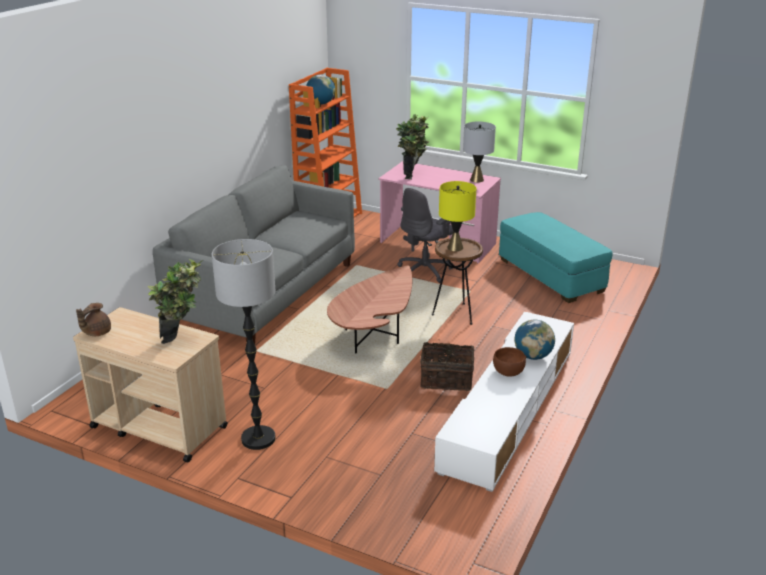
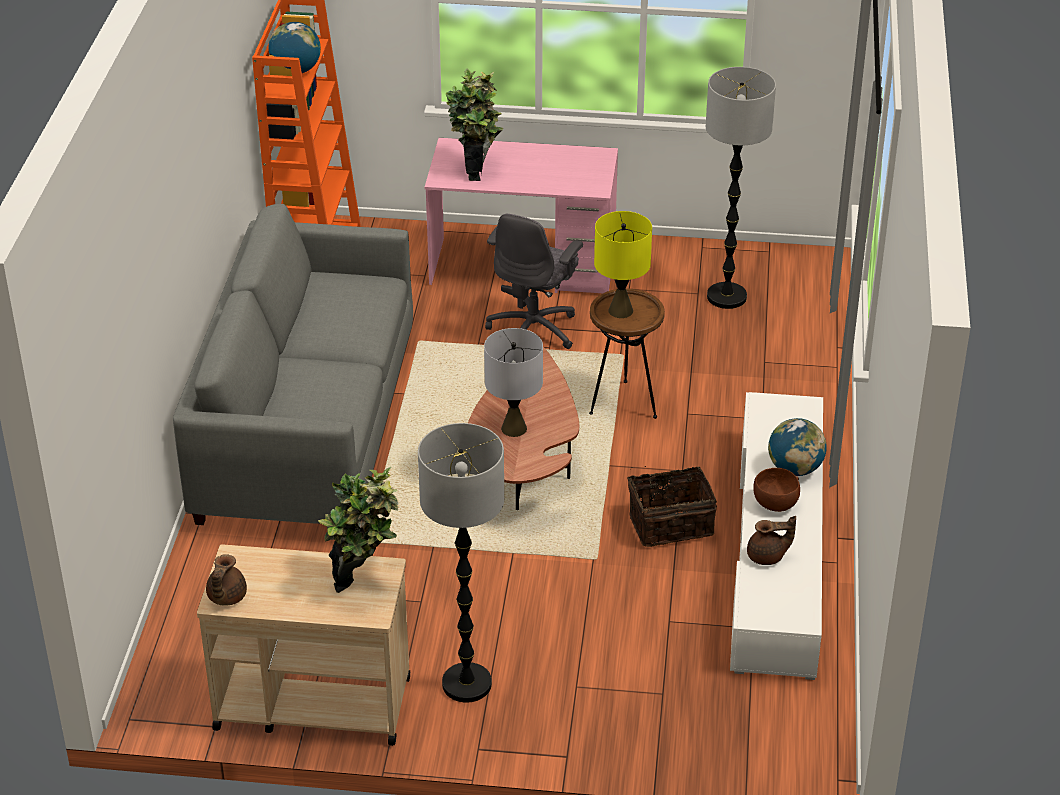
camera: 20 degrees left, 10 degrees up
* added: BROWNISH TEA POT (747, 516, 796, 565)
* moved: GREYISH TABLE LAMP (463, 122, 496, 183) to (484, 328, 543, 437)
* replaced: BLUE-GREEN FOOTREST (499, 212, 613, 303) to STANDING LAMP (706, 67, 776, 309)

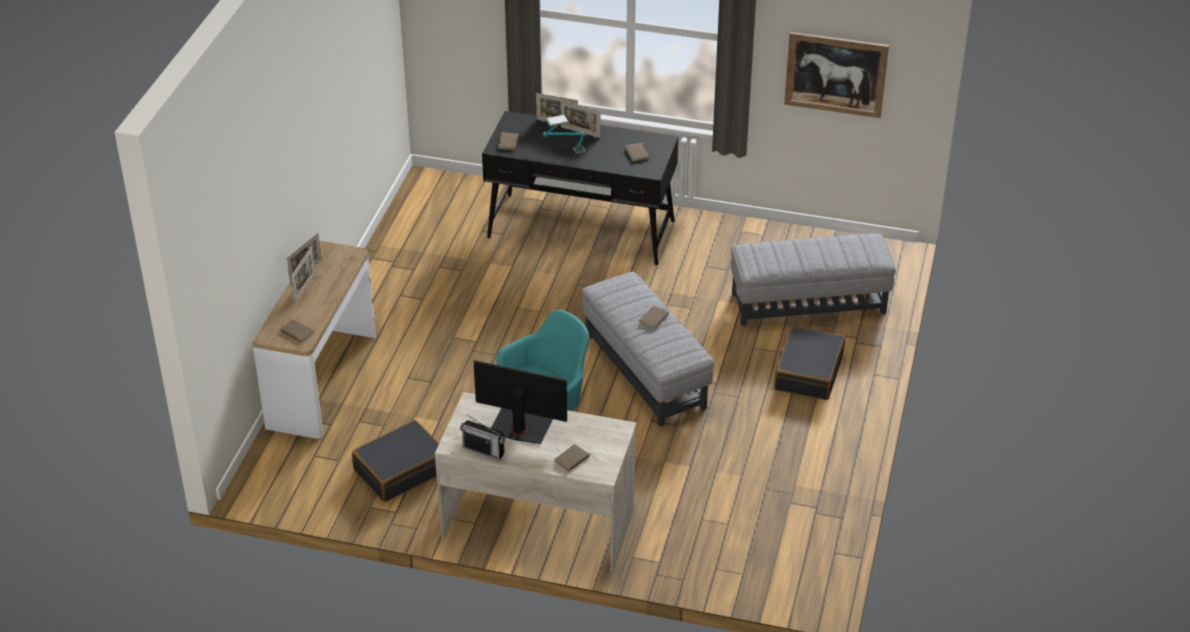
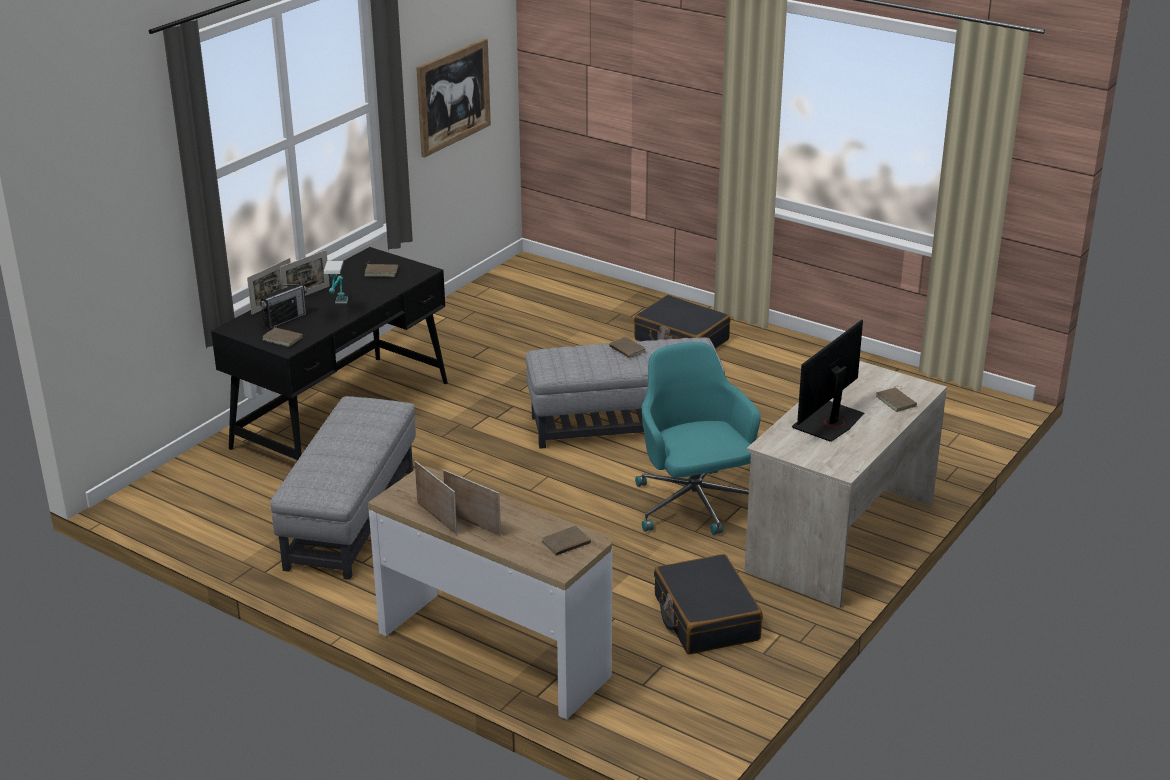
camera: 70 degrees left, 10 degrees down
* moved: RADIO SET (460, 415, 506, 460) to (260, 284, 307, 329)
* moved: GREYISH FOOTREST (731, 233, 896, 326) to (270, 396, 416, 580)

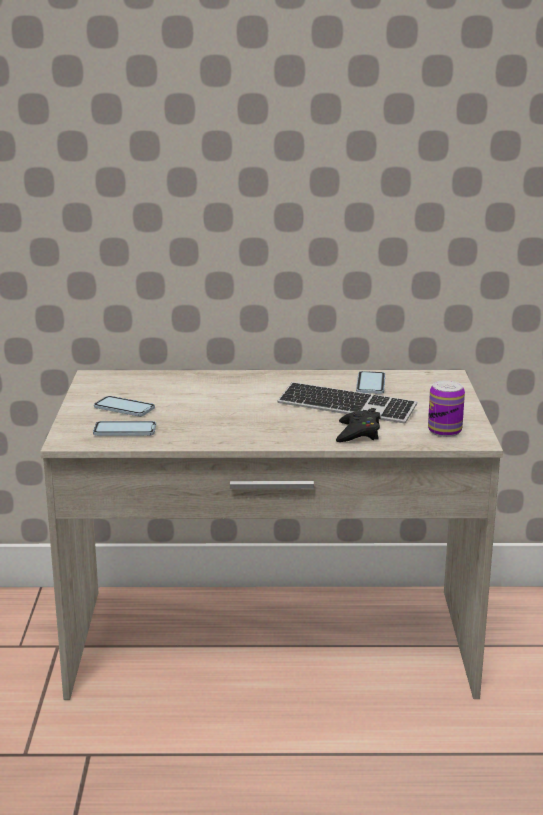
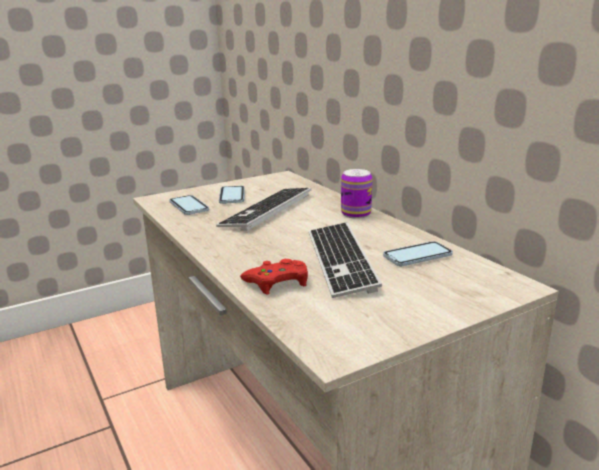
camera: 60 degrees right, 0 degrees up
* added: COMPUTER KEYBOARD (216, 188, 311, 231)
* moved: METAL CAN (428, 380, 465, 437) to (341, 169, 372, 219)
* recoloured: BLACK JOYPAD (336, 409, 381, 442) to RED-COLOURED JOYPAD (240, 259, 308, 295)

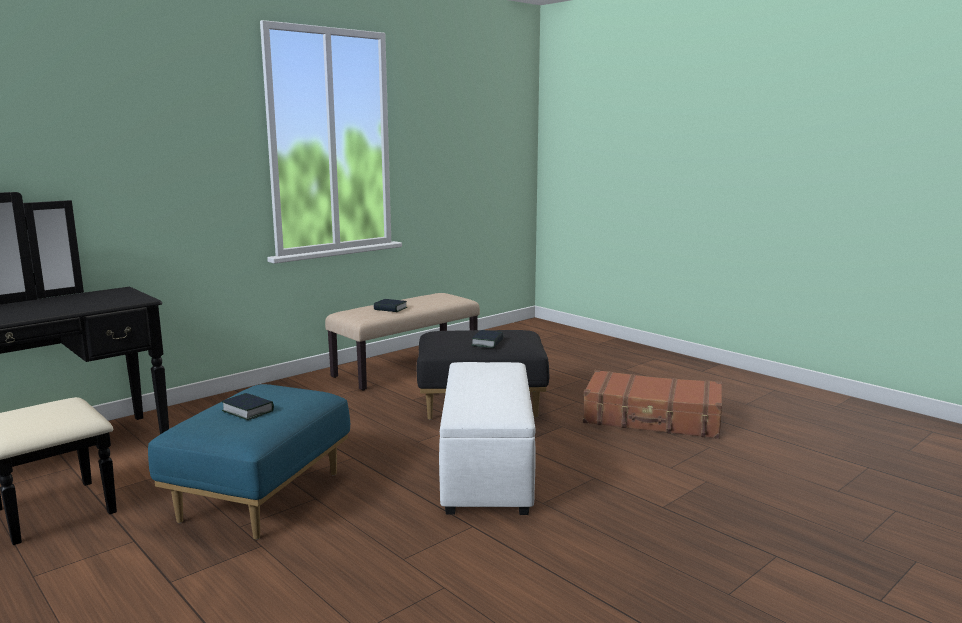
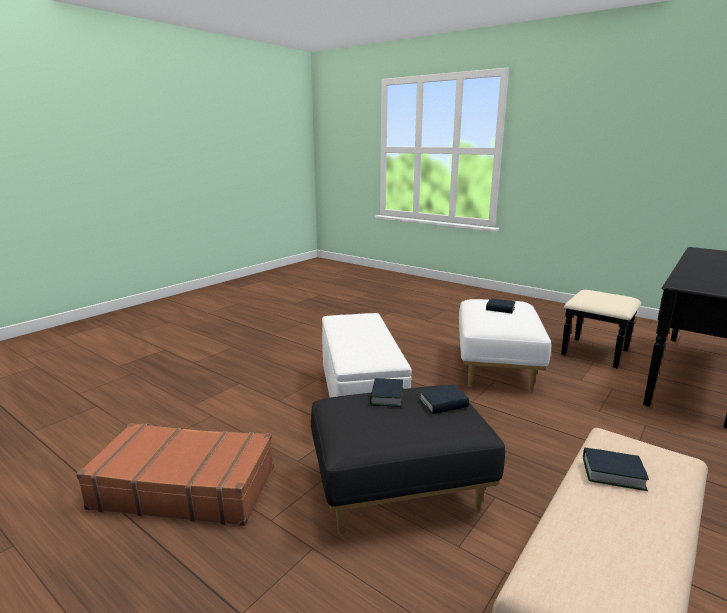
camera: 170 degrees right, 5 degrees up
* added: BOUND BOOK (419, 384, 469, 414)
* recoloured: BLUISH FOOTREST (148, 384, 350, 540) to WHITE-COLOURED FOOTREST (459, 299, 551, 392)

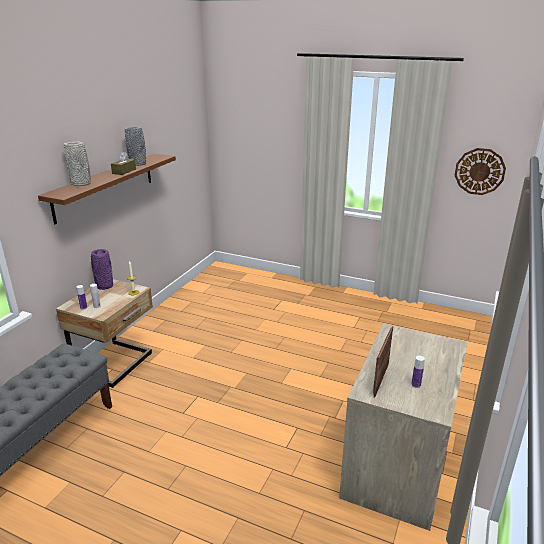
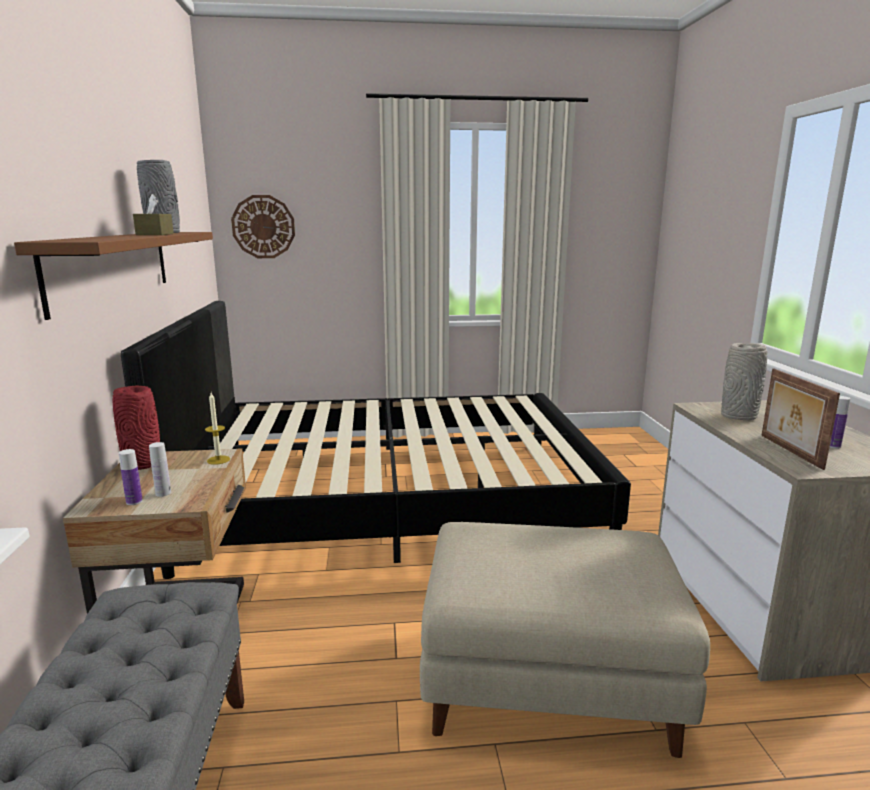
camera: 30 degrees left, 10 degrees down
* added: BLACK SLEEPING BED (121, 301, 631, 579)
* added: BEIGE-COLOURED FOOTREST (420, 522, 710, 758)
* moved: GREYISH FLOWER VASE (64, 142, 91, 186) to (721, 343, 767, 420)
* moved: HANGING CLOCK (454, 148, 506, 195) to (231, 195, 295, 258)
* recoloured: PURPLE FLOWER VASE (91, 249, 113, 290) to RED-COLOURED FLOWER VASE (113, 386, 160, 470)

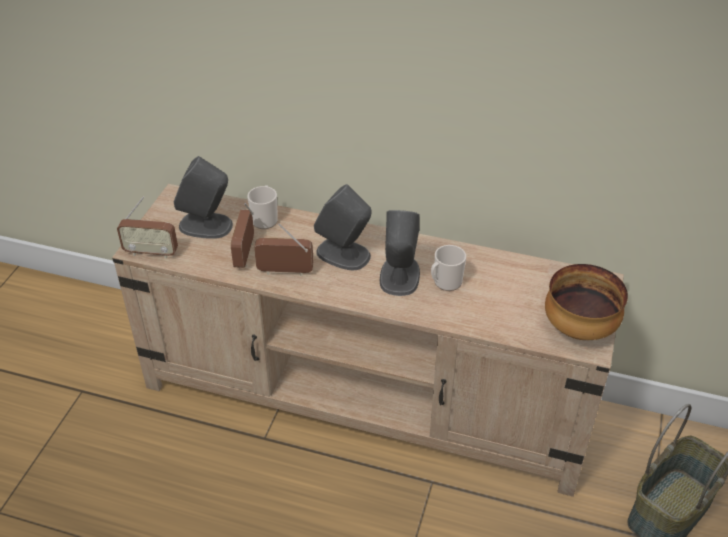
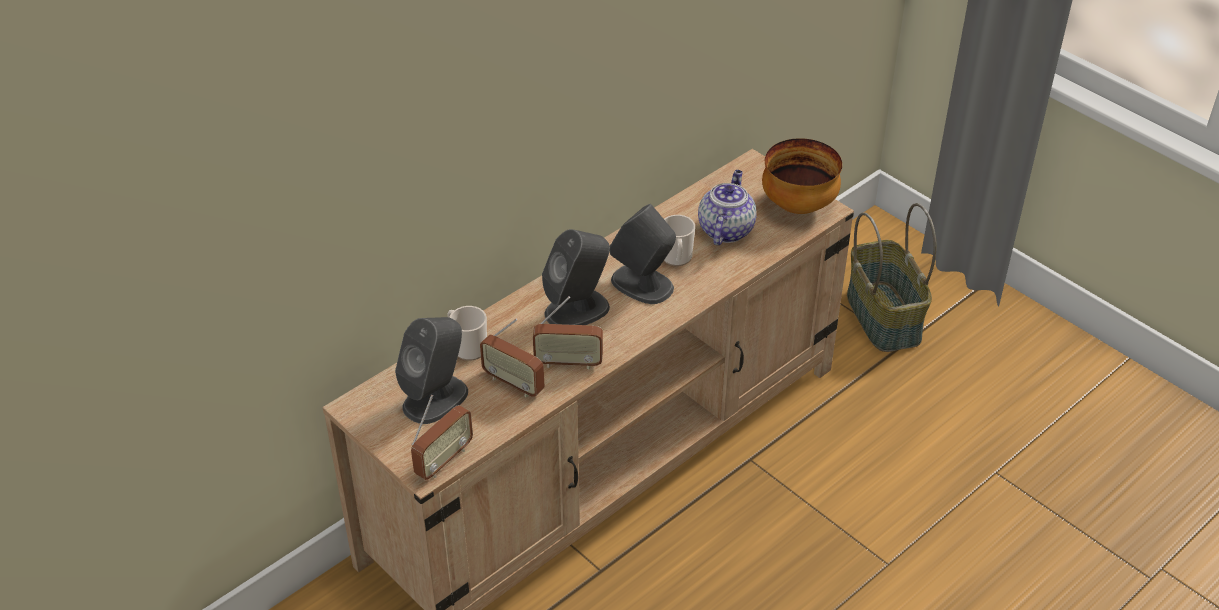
camera: 60 degrees left, 0 degrees up
* added: TEA POT (698, 170, 757, 245)
* turned: RADIO SET (254, 223, 313, 276) = (533, 296, 603, 370) 120 degrees counterclockwise

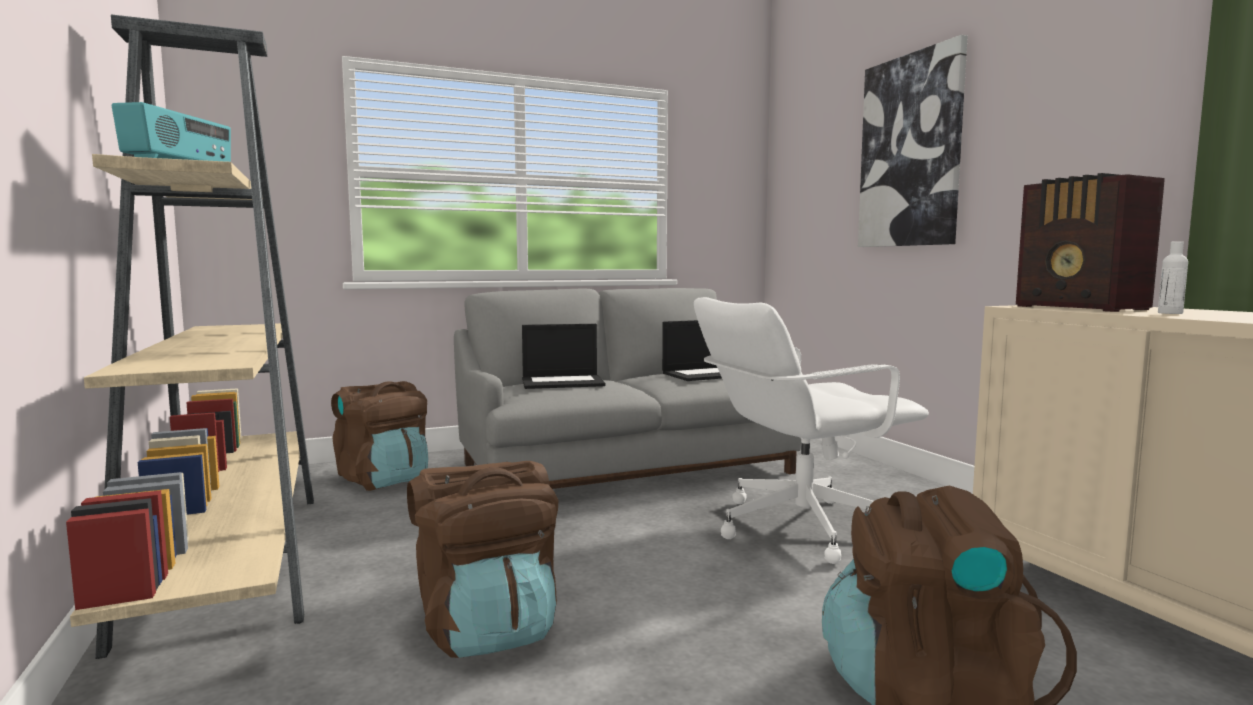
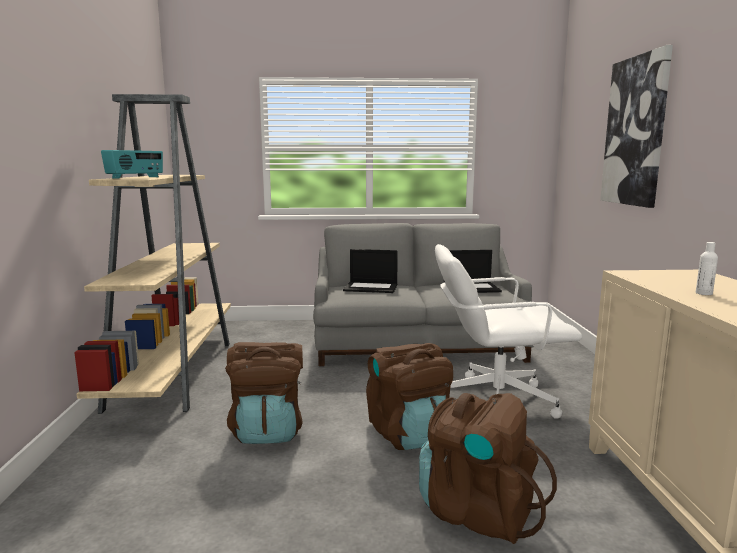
camera: 20 degrees right, 5 degrees up
* removed: RADIO SET (1016, 173, 1165, 312)
* moved: BROWNISH KNAPSACK (331, 381, 428, 491) to (366, 343, 453, 450)

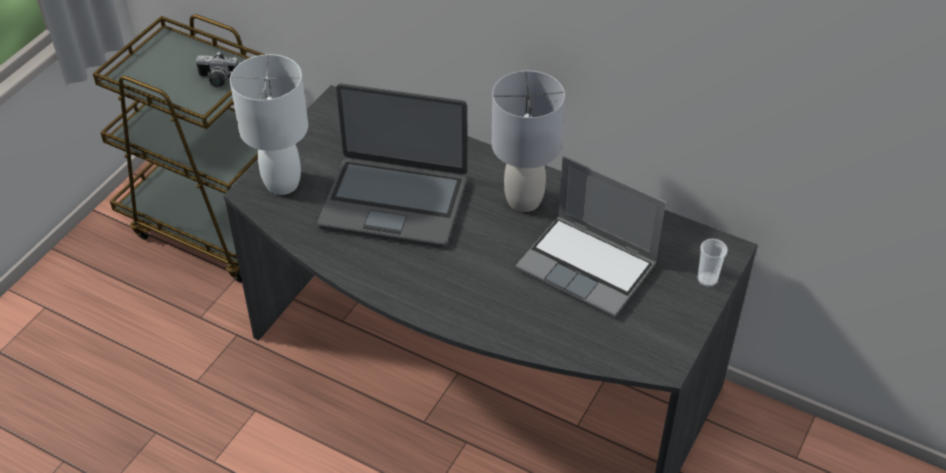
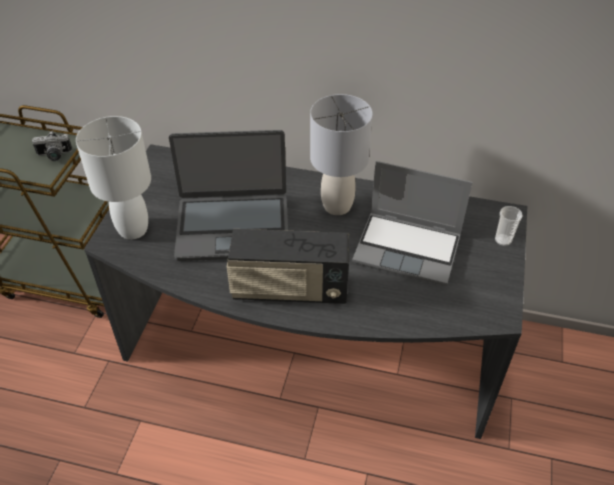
camera: 15 degrees left, 0 degrees up
* added: RADIO SET (227, 229, 349, 304)

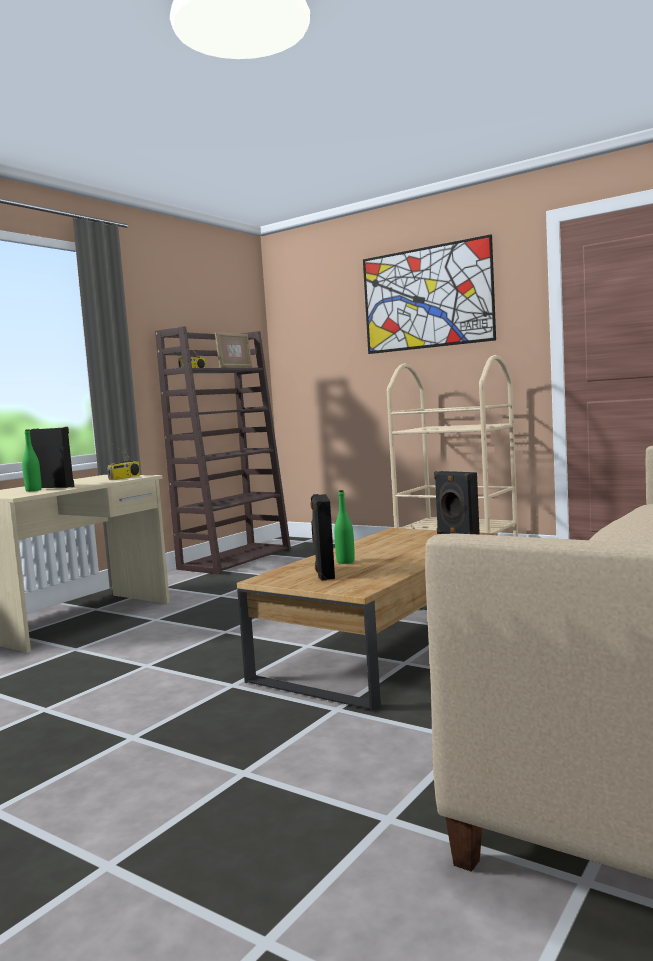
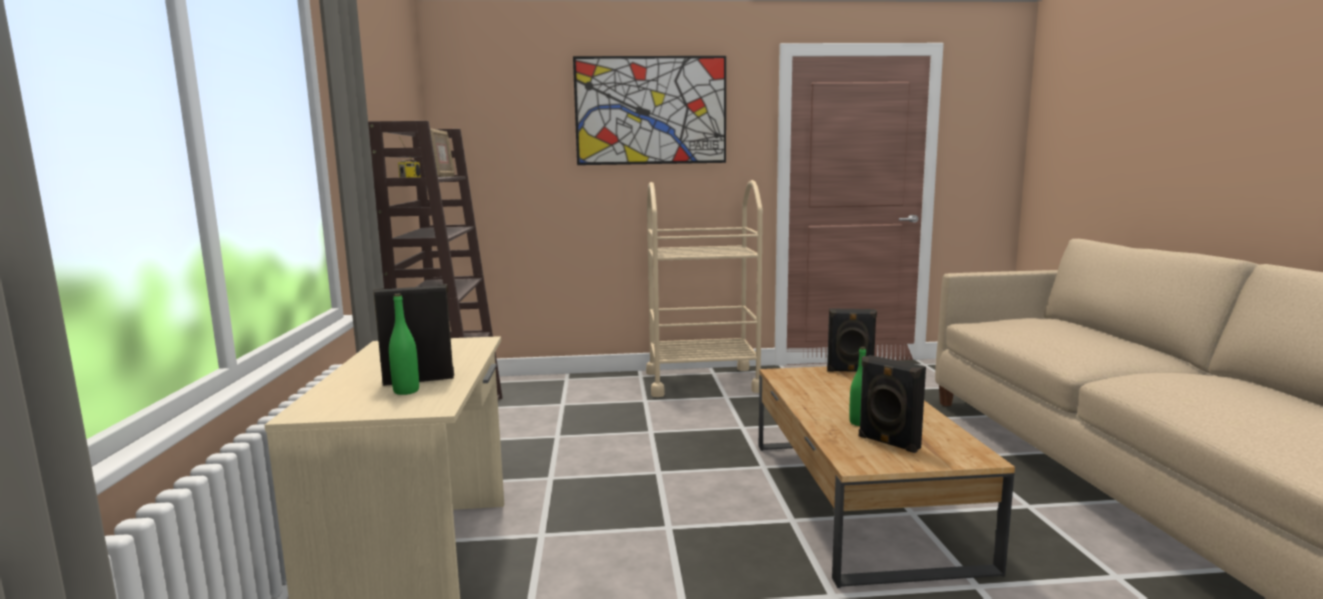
camera: 40 degrees left, 5 degrees up
* removed: RADIO SET (107, 442, 140, 480)

